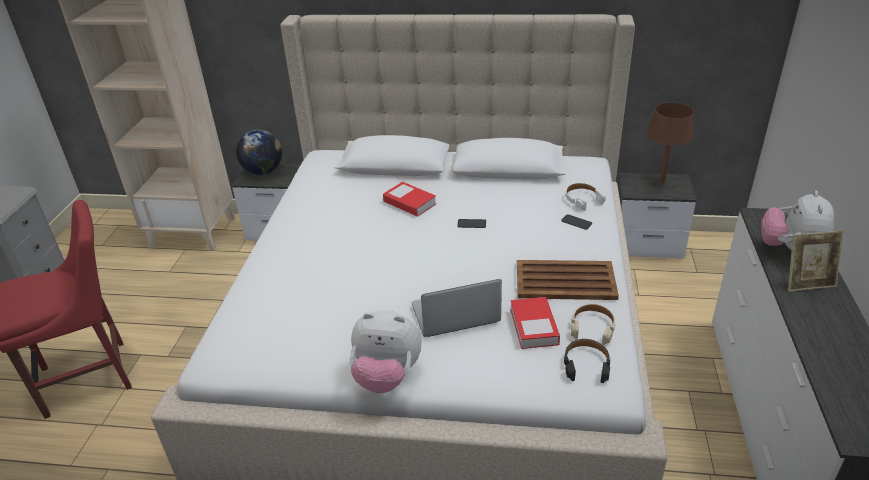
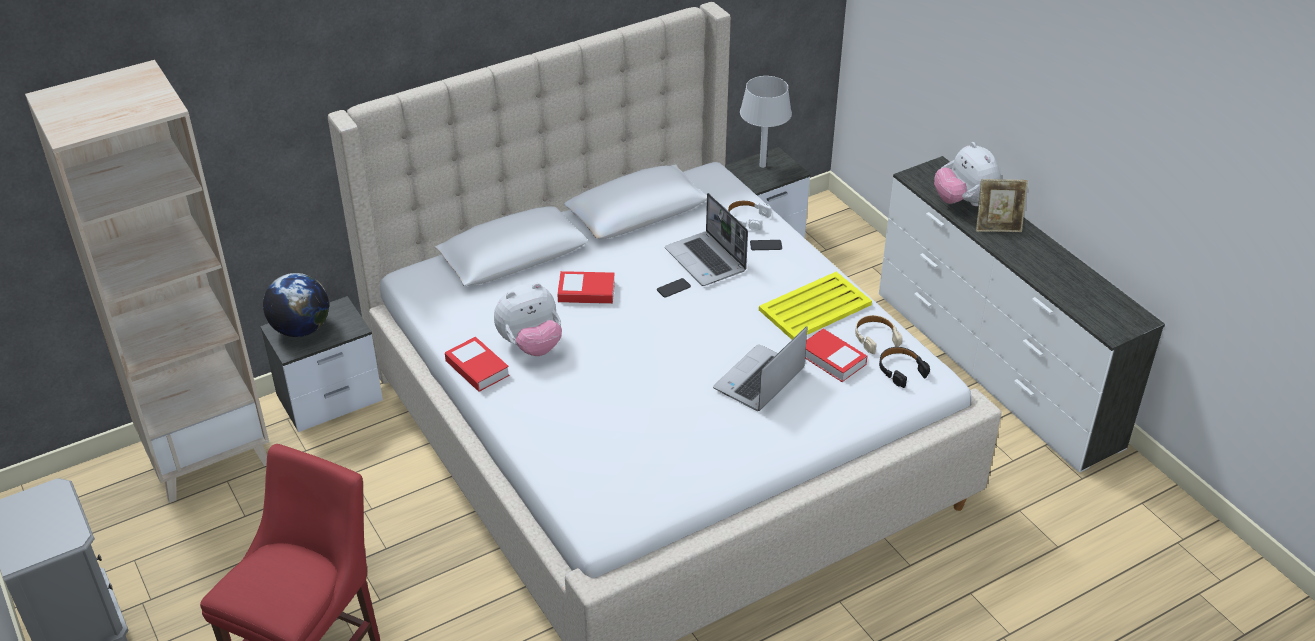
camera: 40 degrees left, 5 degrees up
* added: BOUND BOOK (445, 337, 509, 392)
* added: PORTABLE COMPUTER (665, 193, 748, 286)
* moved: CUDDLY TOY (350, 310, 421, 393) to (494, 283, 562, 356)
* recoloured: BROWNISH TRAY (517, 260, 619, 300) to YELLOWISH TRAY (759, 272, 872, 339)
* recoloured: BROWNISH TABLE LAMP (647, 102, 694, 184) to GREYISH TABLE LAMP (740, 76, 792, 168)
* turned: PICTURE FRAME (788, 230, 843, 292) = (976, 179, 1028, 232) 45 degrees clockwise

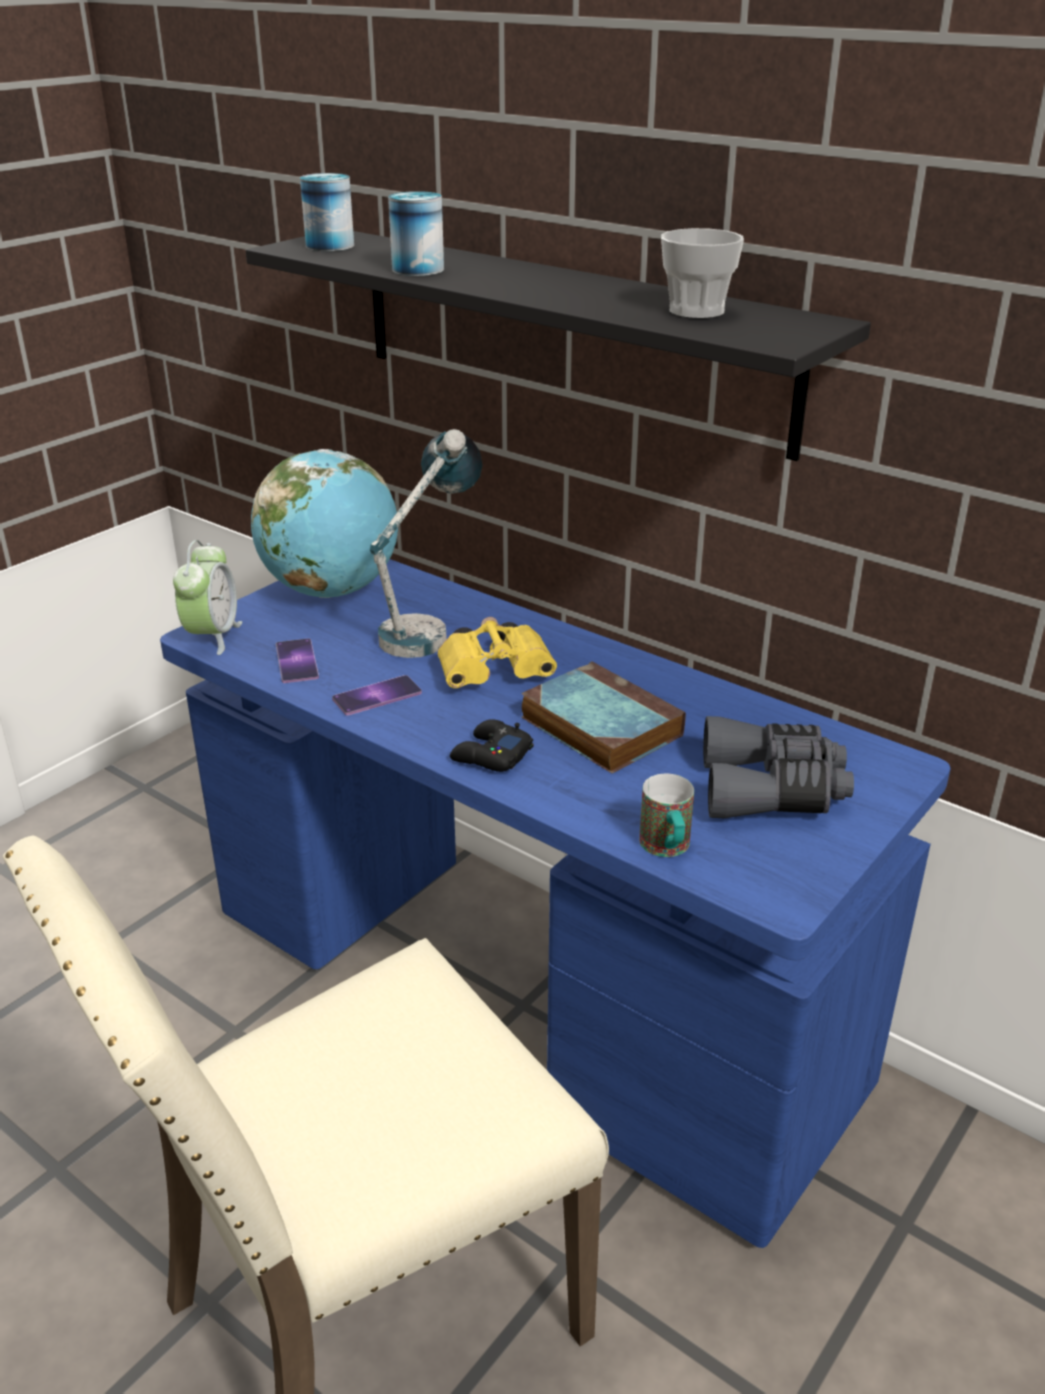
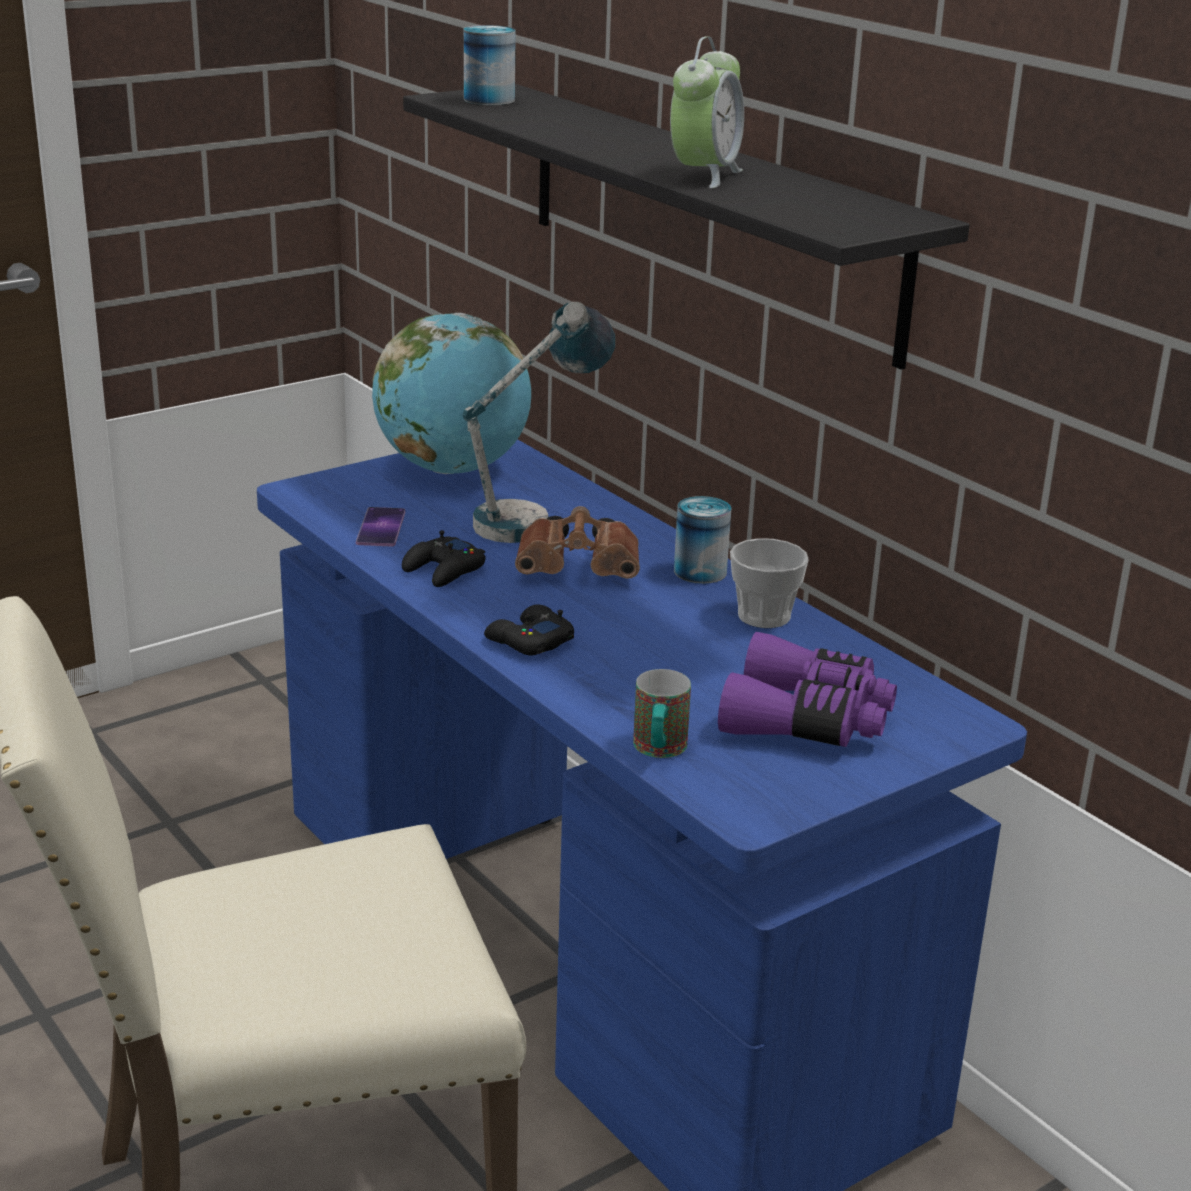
camera: 15 degrees right, 5 degrees down
* removed: BOUND BOOK (521, 661, 686, 773)
* moved: ALARM CLOCK (173, 540, 242, 655) to (670, 37, 744, 188)
* moved: METAL CAN (388, 191, 444, 276) to (674, 496, 732, 584)
* moved: DRINKING CUP (661, 228, 744, 318) to (730, 538, 809, 628)
* replaced: HANDSET (332, 675, 422, 716) to BLACK JOYPAD (402, 530, 485, 587)
* recoloured: YELLOWISH FIELD GLASSES (437, 617, 557, 688) to BROWNISH FIELD GLASSES (515, 506, 640, 579)
* recoloured: GREYISH FIELD GLASSES (703, 716, 854, 818) to PURPLE FIELD GLASSES (718, 632, 897, 747)

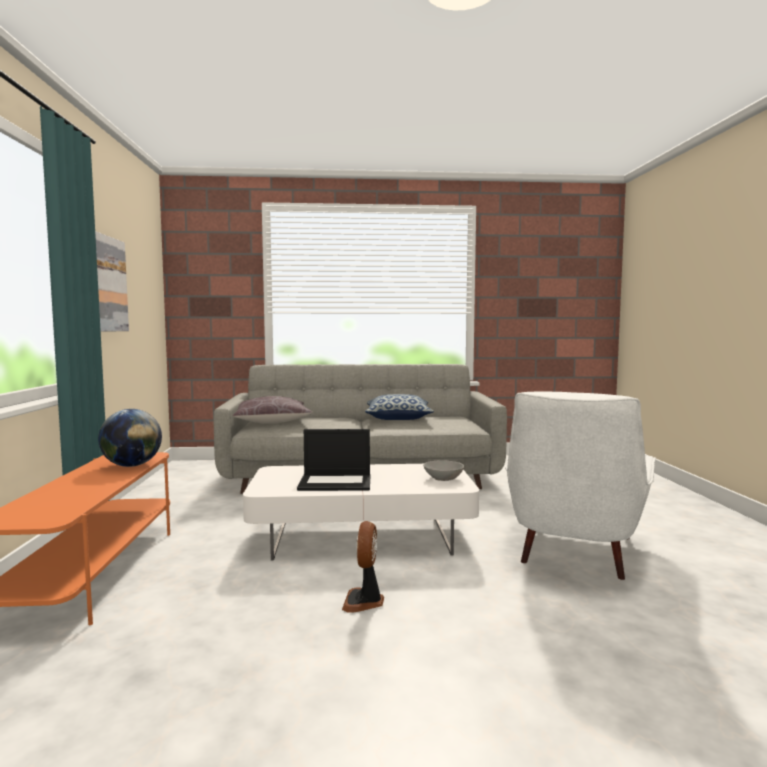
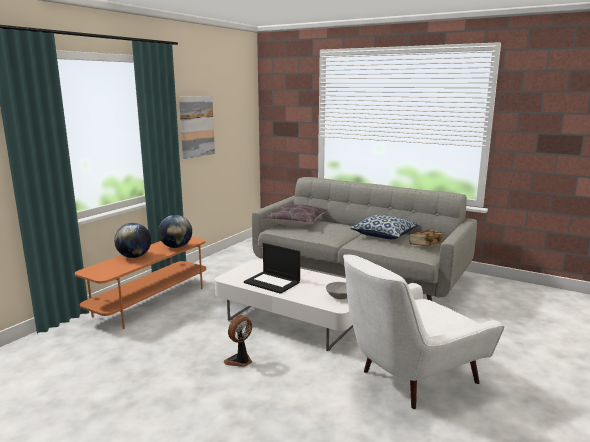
camera: 35 degrees right, 10 degrees up
* added: DESK GLOBE (114, 223, 151, 258)
* added: BOUND BOOK (409, 230, 445, 246)

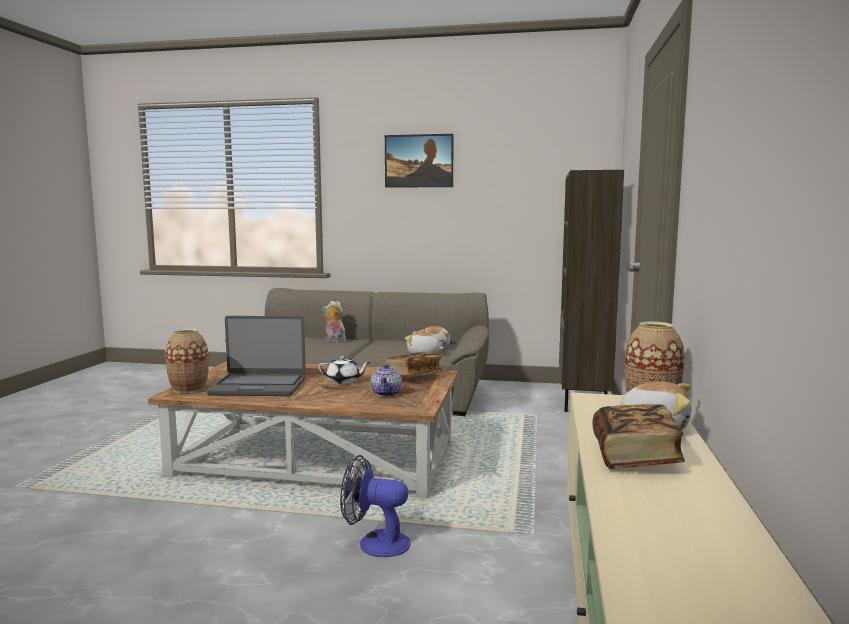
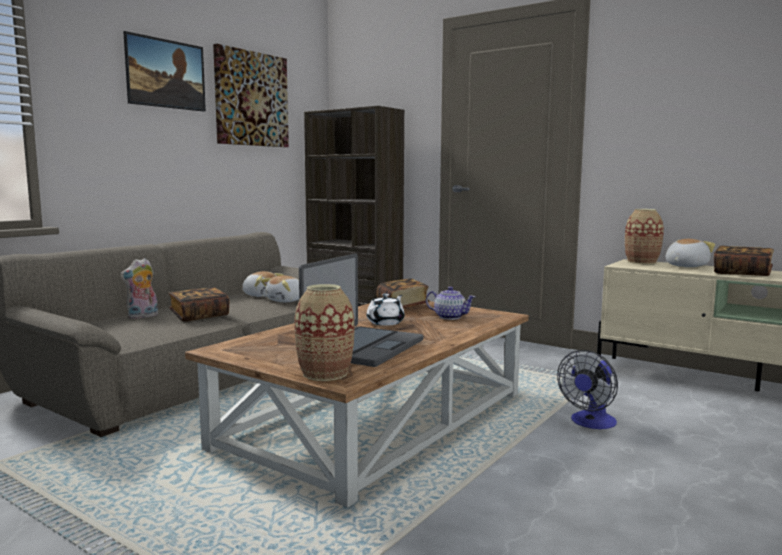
camera: 65 degrees left, 0 degrees up
* added: BOUND BOOK (168, 287, 230, 322)
* added: WALL ART (213, 44, 289, 147)

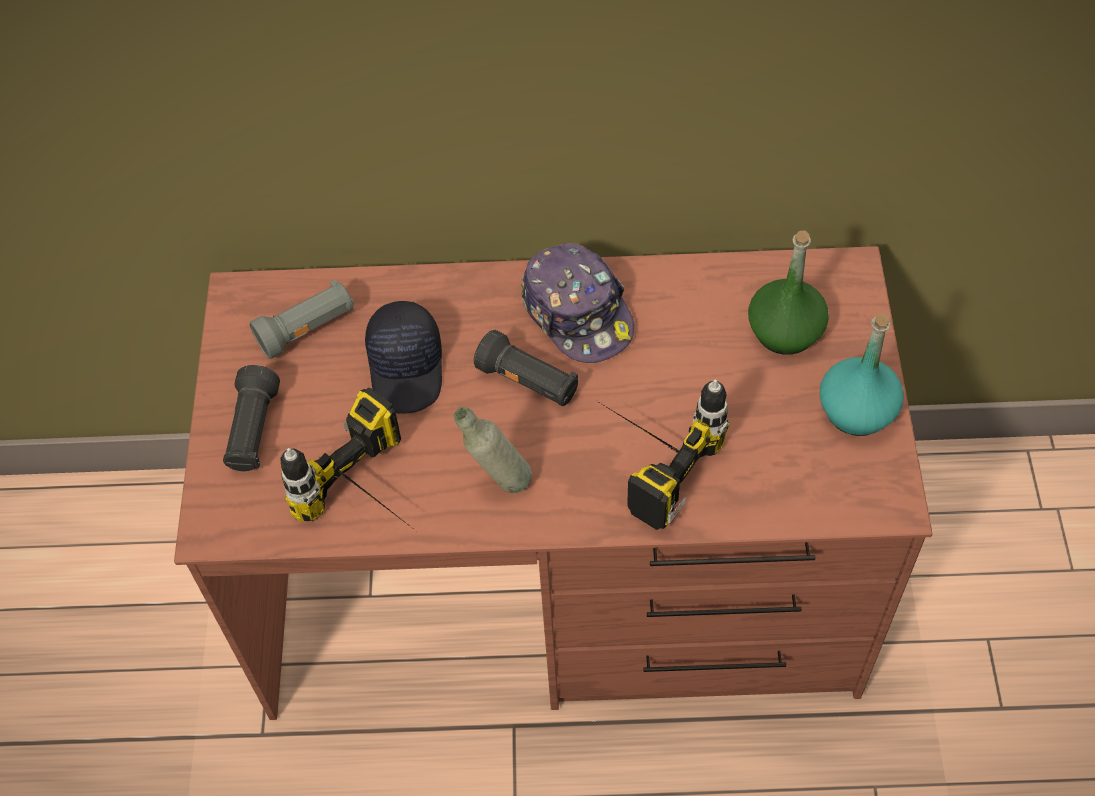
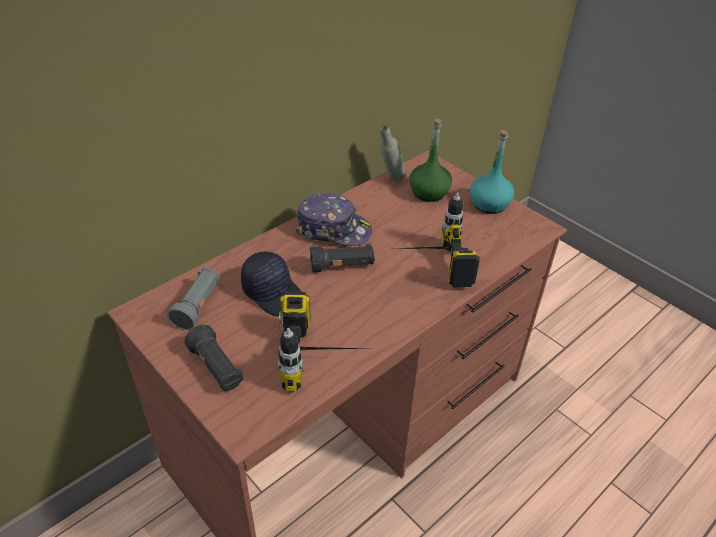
camera: 45 degrees left, 15 degrees down
* moved: GREYISH DRINK BOTTLE (454, 407, 532, 493) to (380, 125, 406, 181)

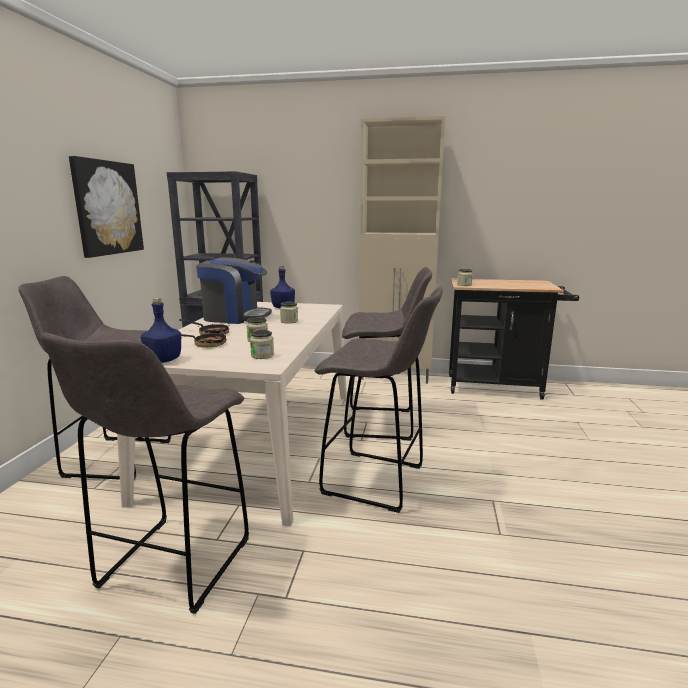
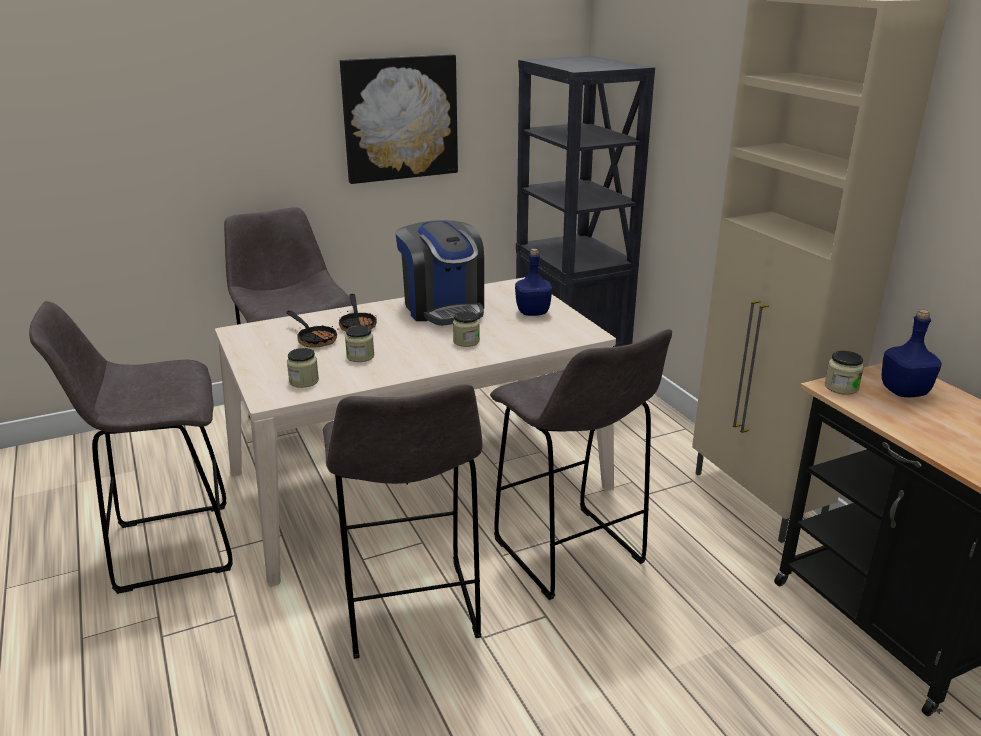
camera: 55 degrees right, 10 degrees up
* moved: BLUISH DRINK BOTTLE (141, 298, 181, 363) to (882, 310, 942, 397)

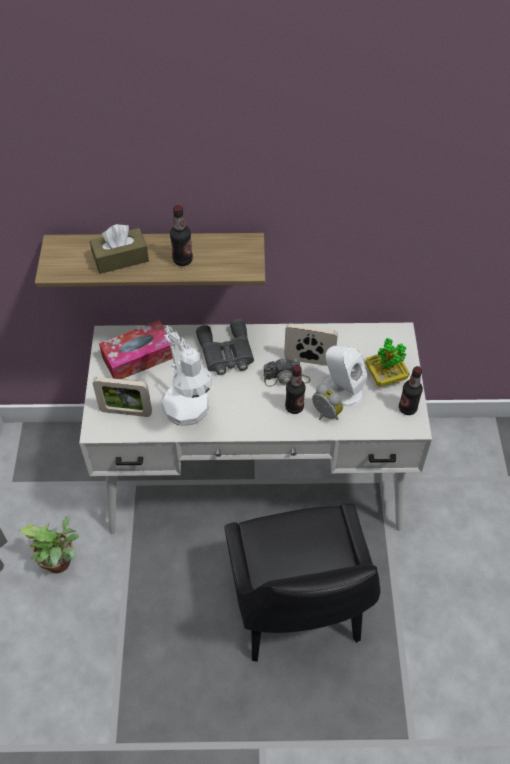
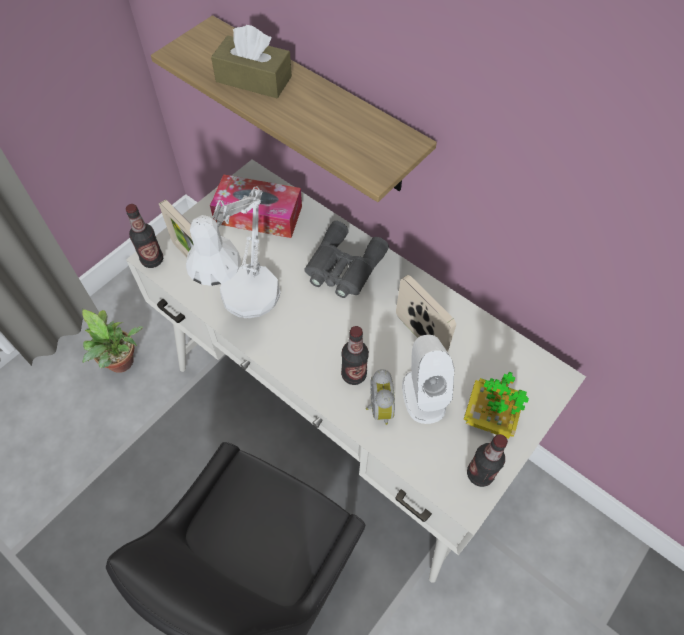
camera: 40 degrees right, 5 degrees up
* removed: PHOTO CAMERA (264, 358, 310, 387)
* moved: DRINK BOTTLE (170, 205, 193, 266) to (126, 204, 163, 268)

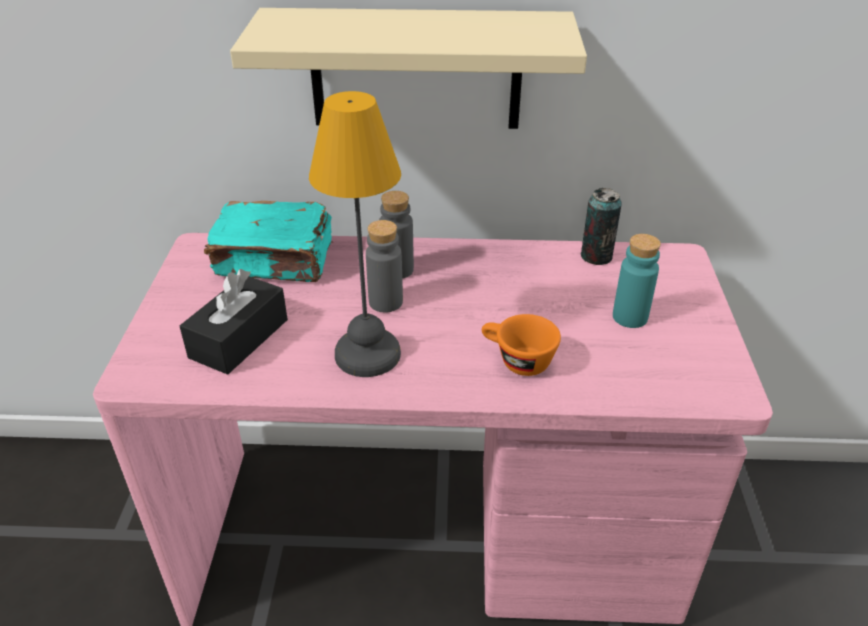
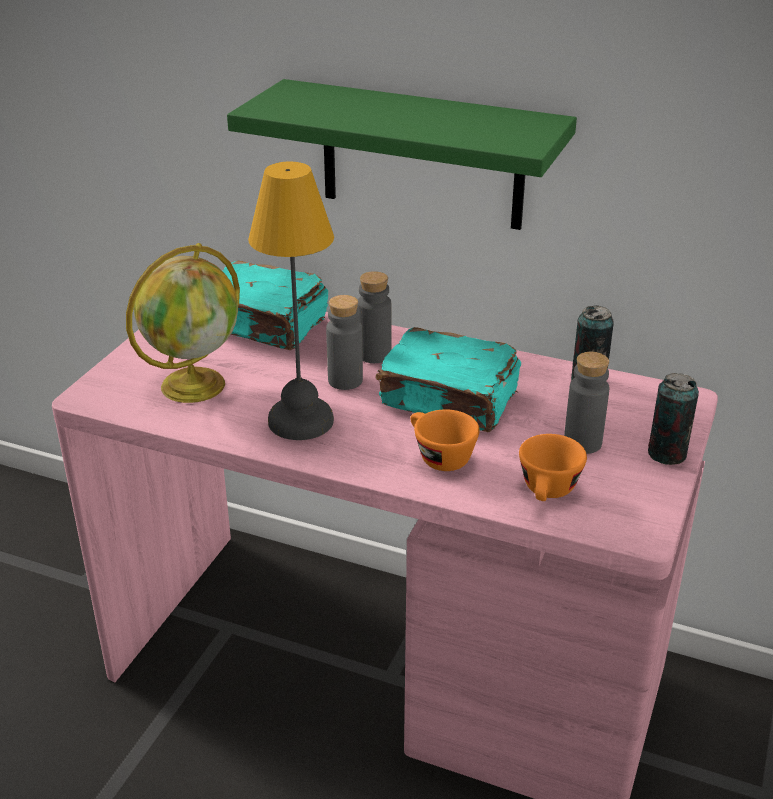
camera: 20 degrees right, 5 degrees down
* added: BLUE-GREEN BOUND BOOK (375, 327, 521, 432)
* added: ORANGE DRINKING CUP (519, 434, 587, 501)
* added: METAL CAN (648, 373, 699, 465)
* replaced: BLACK BOX OF TISSUES (180, 269, 288, 374) to DESK GLOBE (126, 243, 240, 403)
* recoloured: BEIGE-COLOURED SHELF (230, 8, 587, 129) to GREEN SHELF (227, 79, 577, 230)
* recoloured: BLUE-GREEN DRINK BOTTLE (613, 234, 661, 328) to GREYISH DRINK BOTTLE (564, 352, 609, 454)

